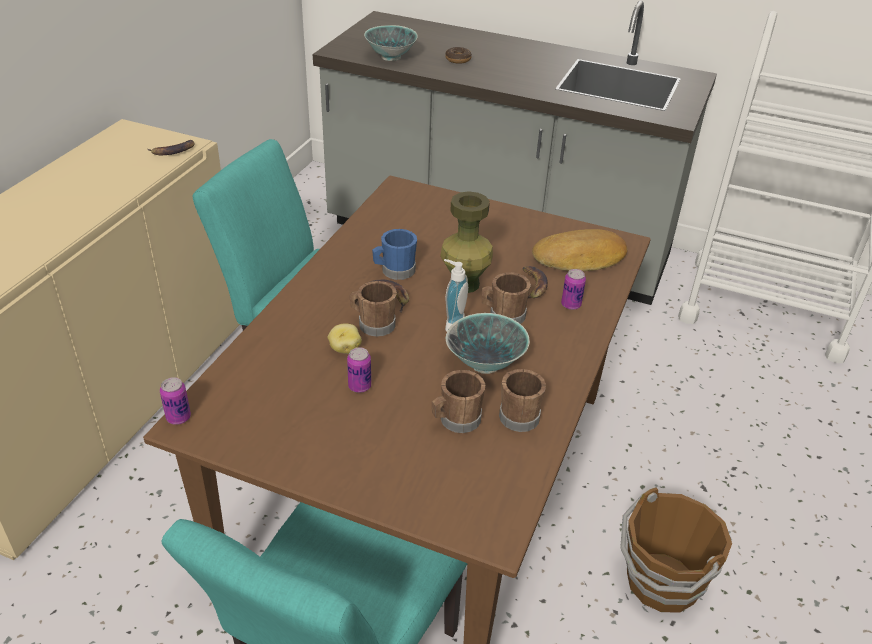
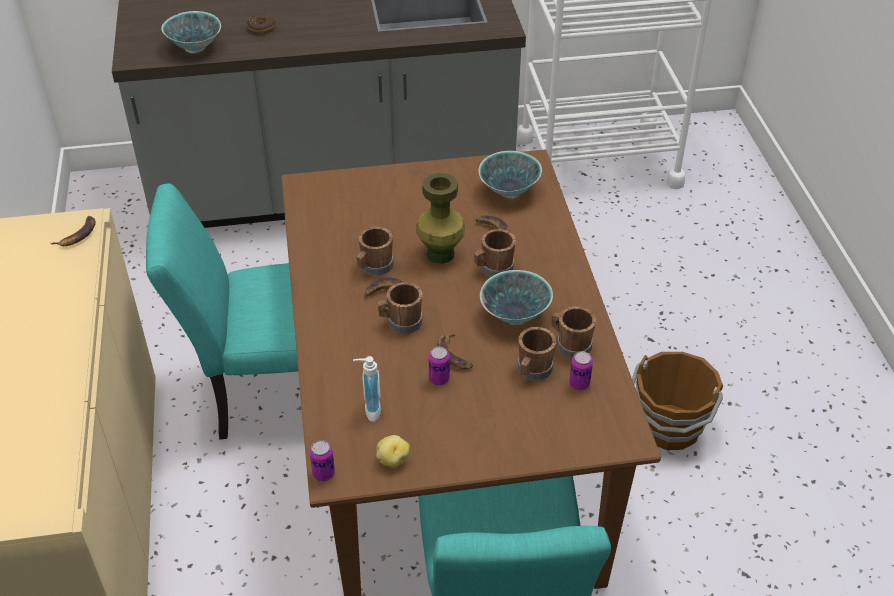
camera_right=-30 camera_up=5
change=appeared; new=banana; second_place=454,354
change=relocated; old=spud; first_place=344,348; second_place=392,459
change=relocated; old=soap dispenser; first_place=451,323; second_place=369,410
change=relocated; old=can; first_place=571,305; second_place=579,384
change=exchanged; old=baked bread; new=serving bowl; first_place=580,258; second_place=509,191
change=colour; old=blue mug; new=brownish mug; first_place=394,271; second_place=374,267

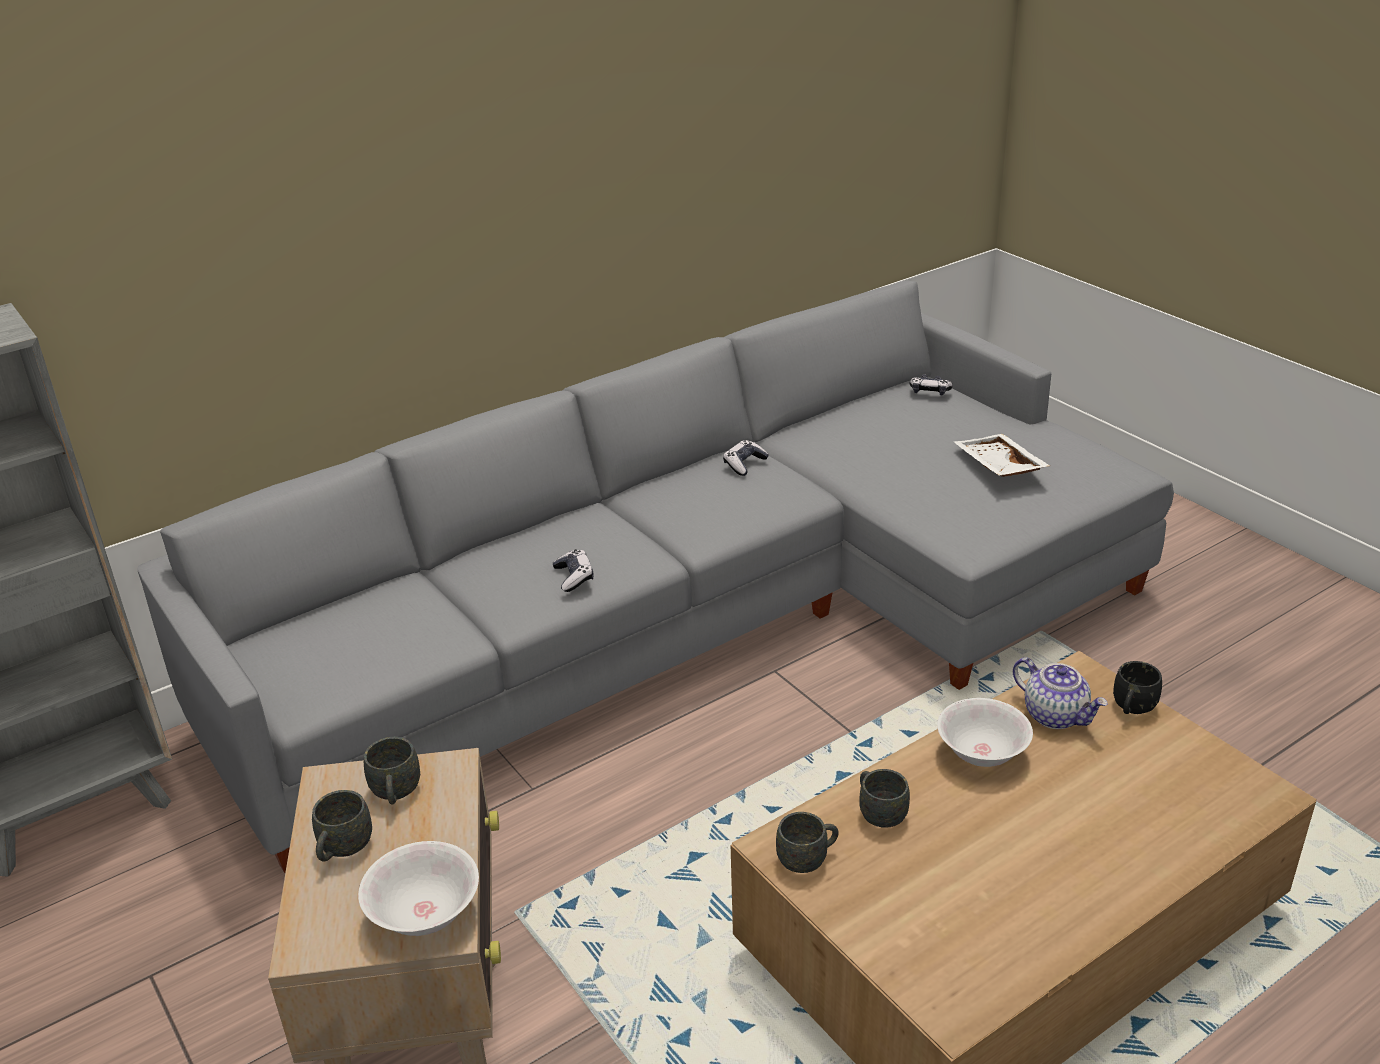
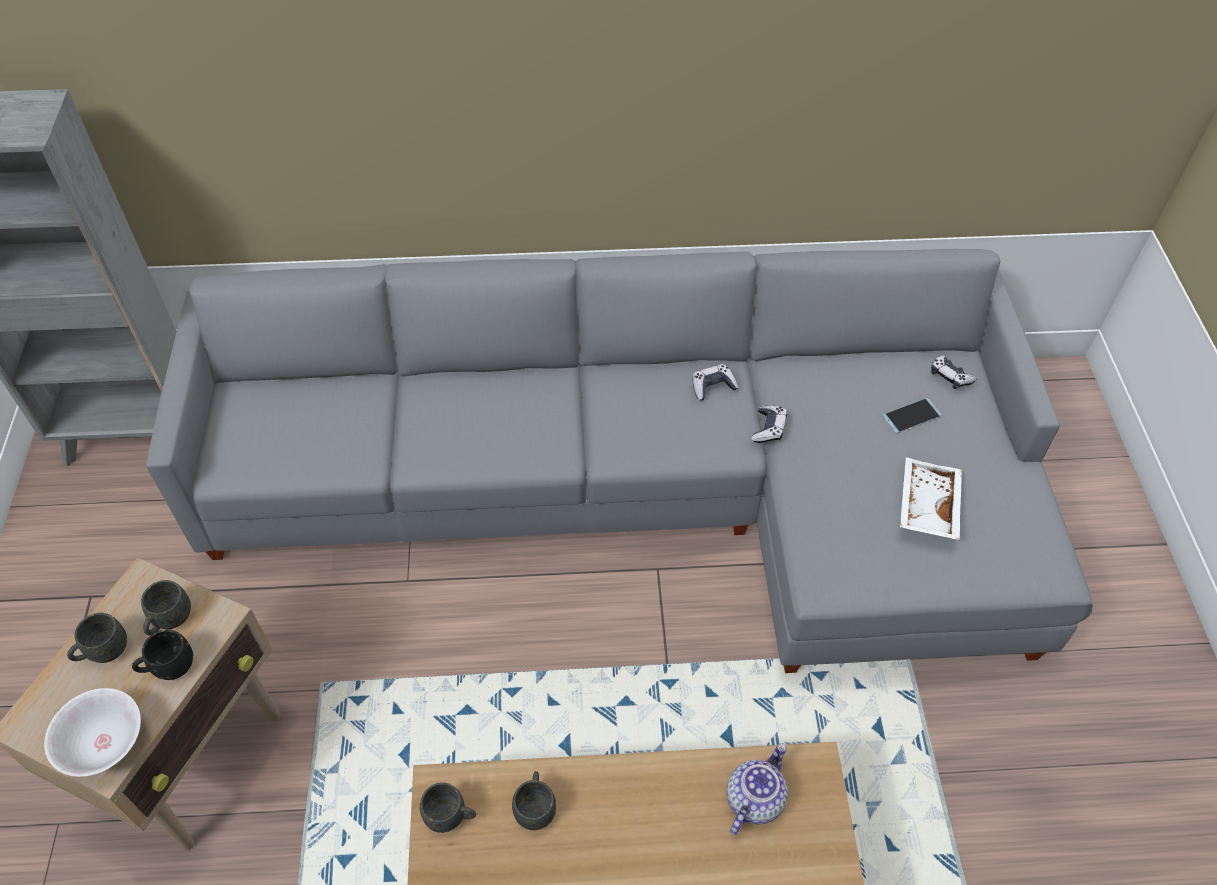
camera_right=30 camera_up=20
change=missing; old=whitish serving bowl; first_place=981,754
change=appeared; new=handset; second_place=911,416
change=relocated; old=gamepad; first_place=574,577; second_place=768,429
change=relocated; old=blackish mug; first_place=1132,709; second_place=168,667
change=spun; old=tea pot; first_place=1056,715; second_place=753,798; degrees=-135

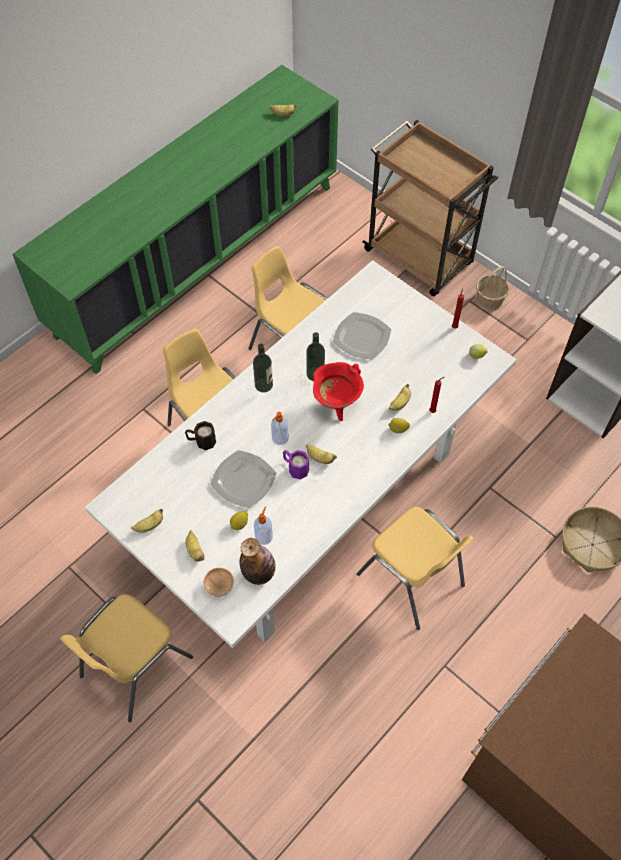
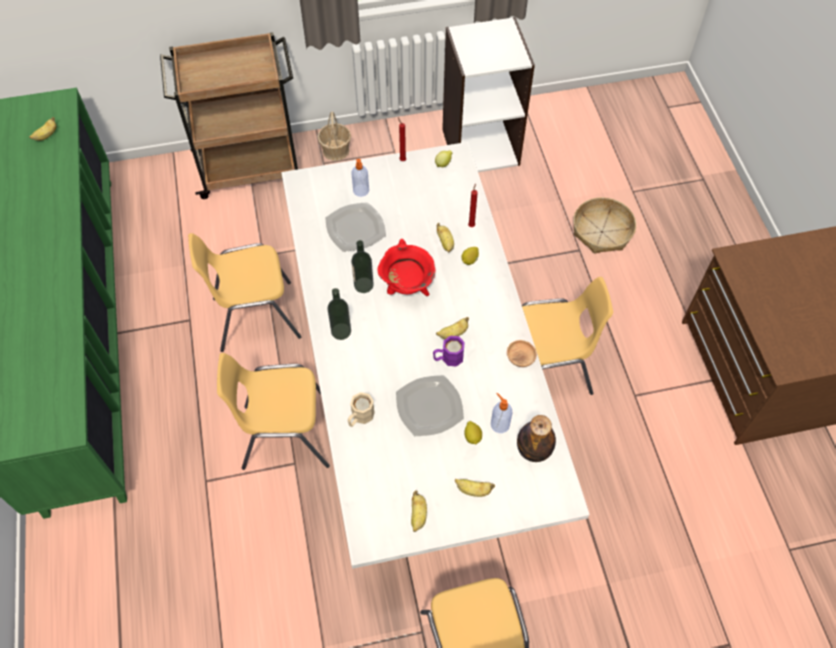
camera_right=-55 camera_up=0
change=relocated; old=brownish serving bowl; first_place=219,585; second_place=520,358
change=relocated; old=soap dispenser; first_place=279,438; second_place=361,191
change=colour; old=blackish mug; new=beige-coloured mug; first_place=201,441; second_place=360,417

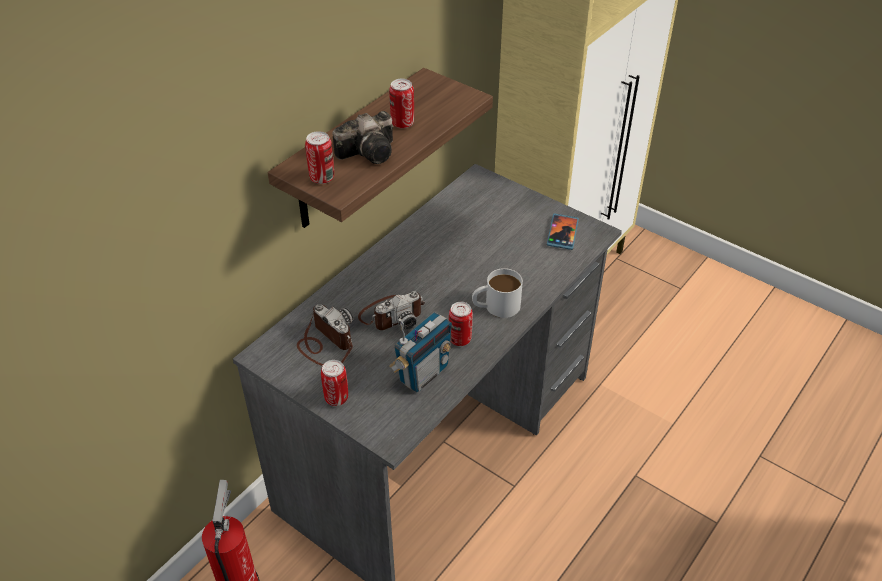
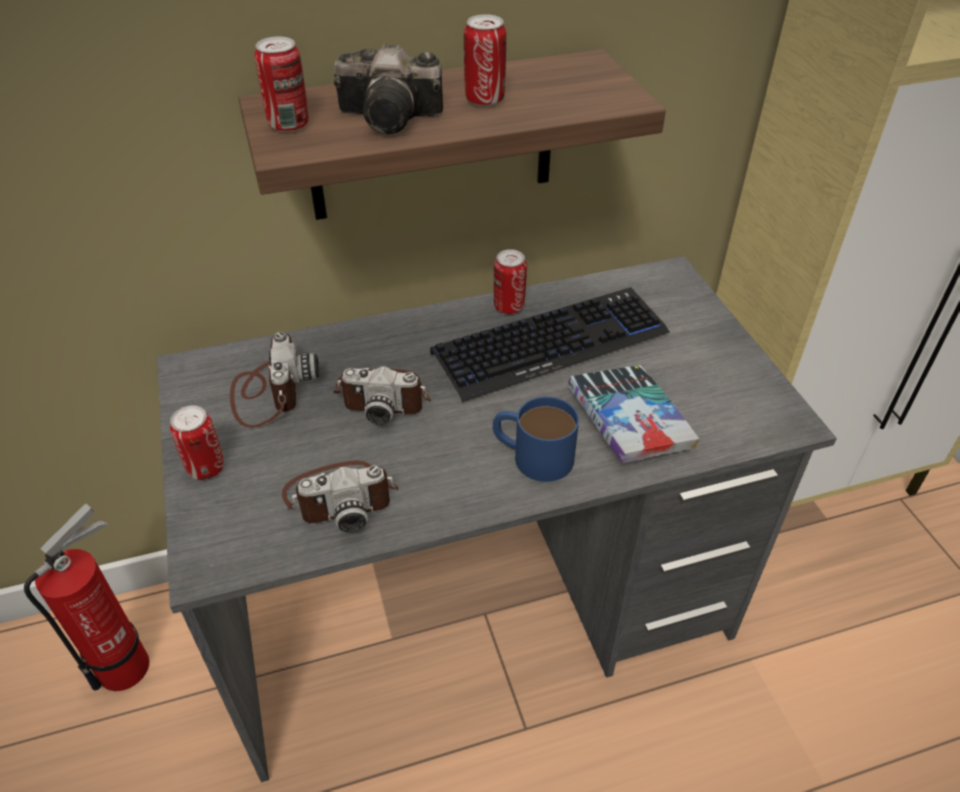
camera_right=35 camera_up=0
change=missing; old=handset; first_place=562,233
change=appeared; new=computer keyboard; second_place=550,344
change=appeared; new=bound book; second_place=629,421
change=relocated; old=can; first_place=460,339; second_place=509,307
change=exchanged; old=radio receiver; new=photo camera; first_place=423,373; second_place=341,497
change=colour; old=whitish mug; new=blue mug; first_place=495,306; second_place=532,455

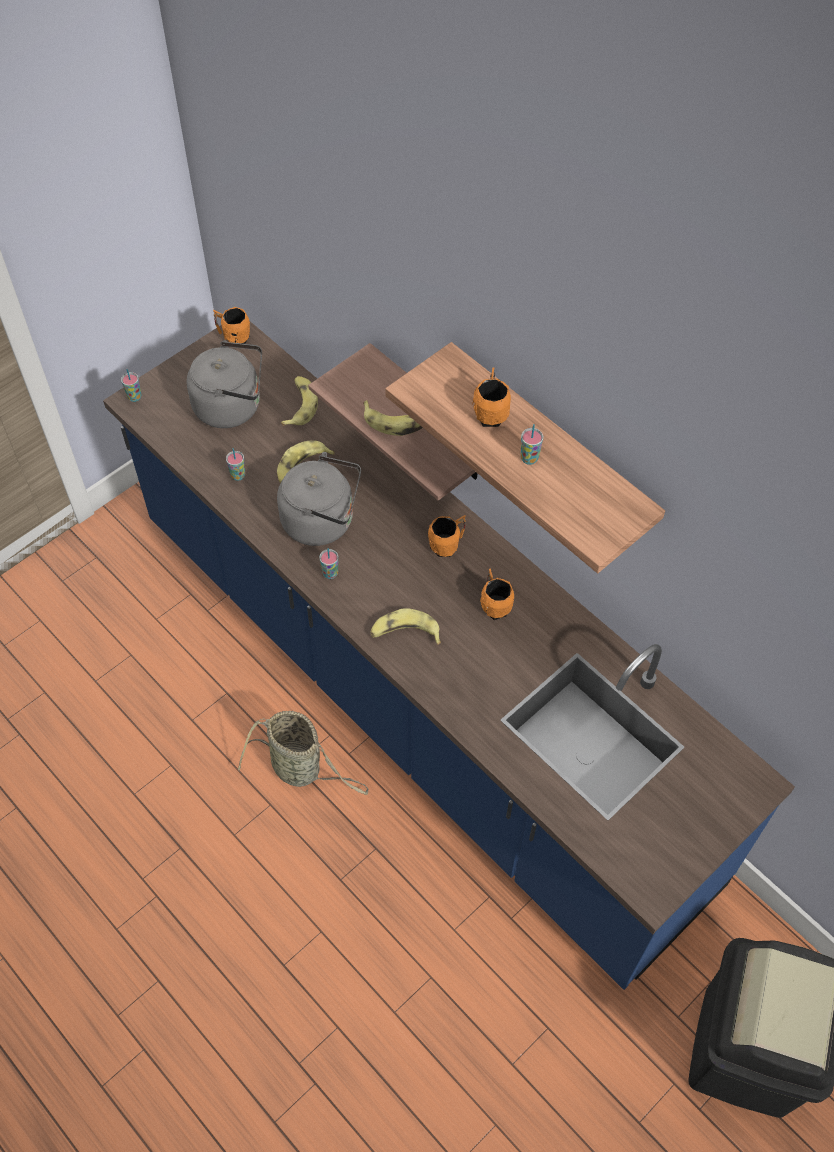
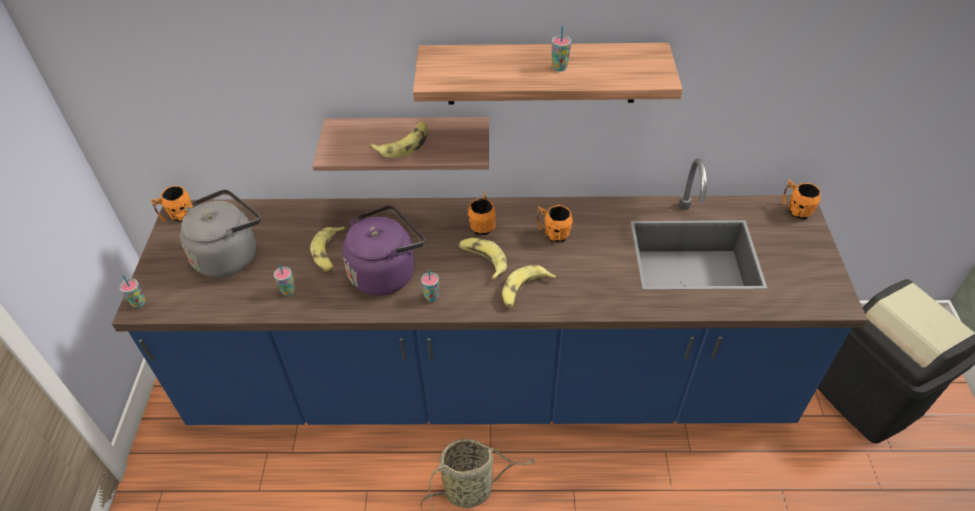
camera_right=-45 camera_up=-10
change=relocated; old=banana; first_place=300,405; second_place=483,260
change=relocated; old=orange-coloured mug; first_place=490,412; second_place=795,210
change=colour; old=greyish tea kettle; new=purple tea kettle; first_place=323,521; second_place=386,272

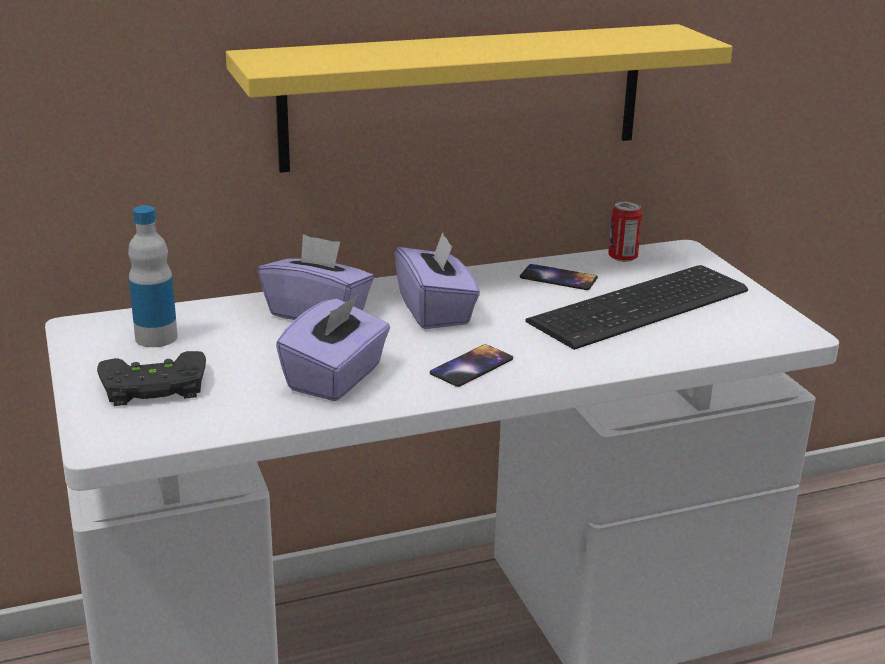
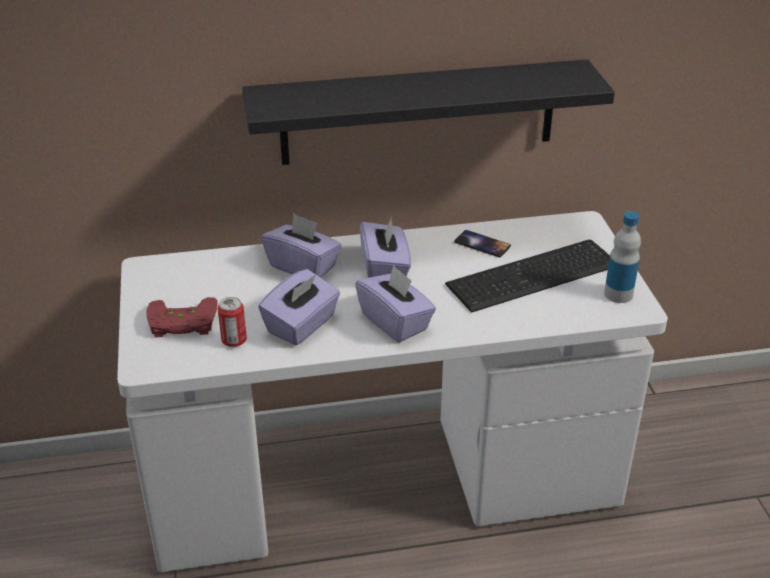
camera_right=10 camera_up=10
change=relocated; old=beverage bottle; first_place=156,337; second_place=618,294
change=relocated; old=can; first_place=622,258; second_place=234,341
change=exchanged; old=handset; new=purple box of tissues; first_place=471,366; second_place=395,322
change=colour; old=blackish gamepad; new=red gamepad; first_place=153,388; second_place=182,324
change=colour; old=yellow shelf; new=blackish shelf; first_place=464,96; second_place=418,112

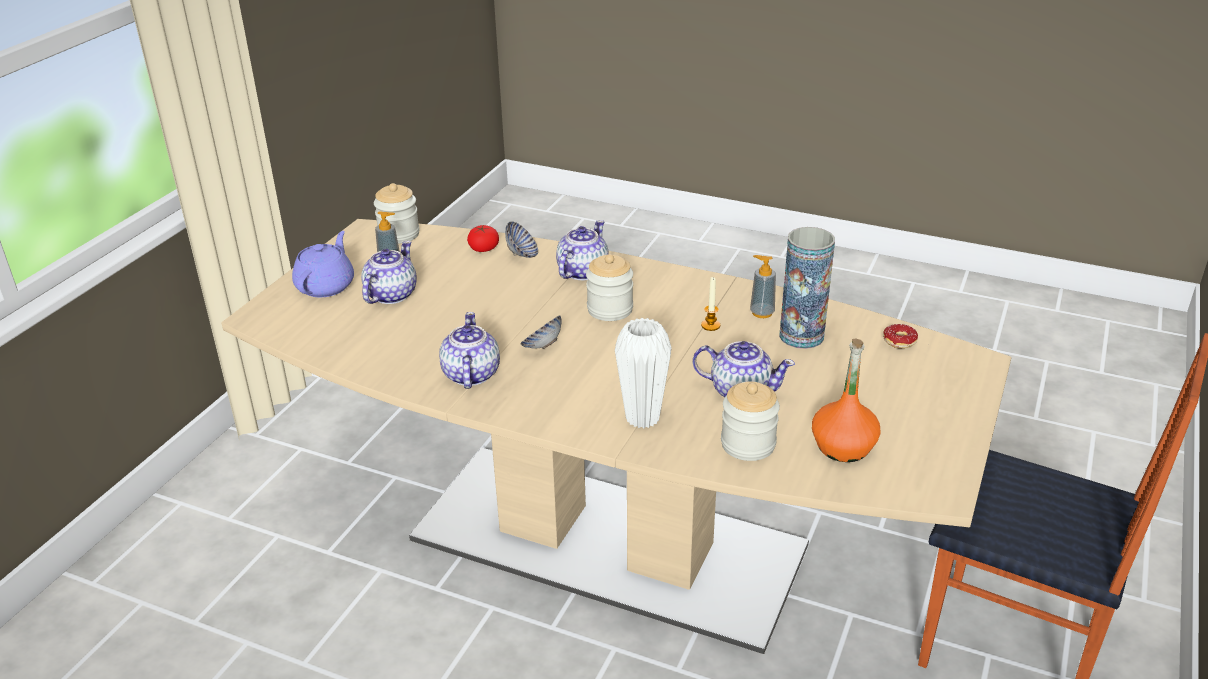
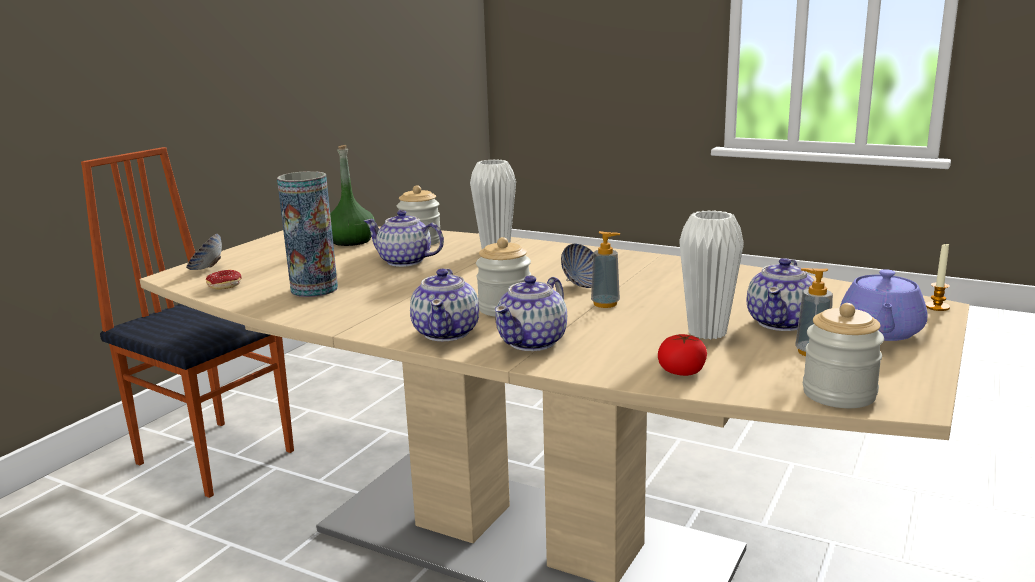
camera_right=-175 camera_up=-15
change=appeared; new=whitish flower vase; second_place=707,332
change=relocated; old=tea pot; first_place=470,375; second_place=447,332
change=relocated; old=serving bowl; first_place=522,254; second_place=206,268
change=relocated; old=wax candle; first_place=710,325; second_place=937,307
change=relocated; old=soap dispenser; first_place=762,313; second_place=605,304
change=colour; old=orange-coloured beverage bottle; new=green beverage bottle; first_place=843,446; second_place=351,241

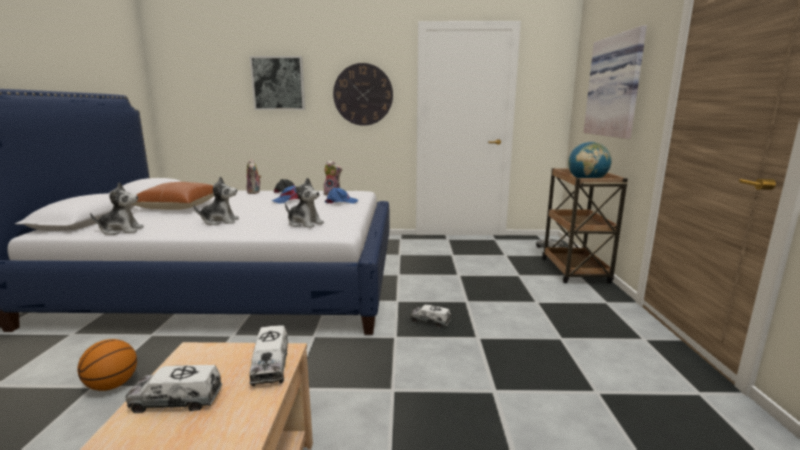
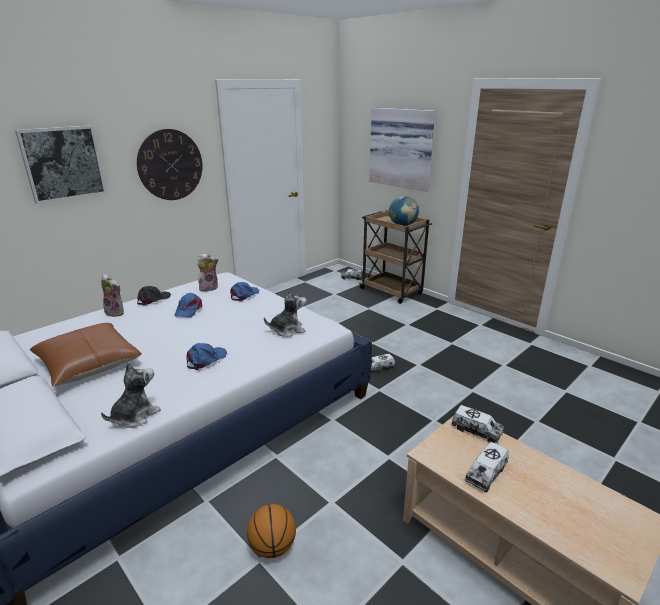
camera_right=-45 camera_up=10
change=exchanged; old=cuddly toy; new=blue cap; first_place=220,221; second_place=206,359

